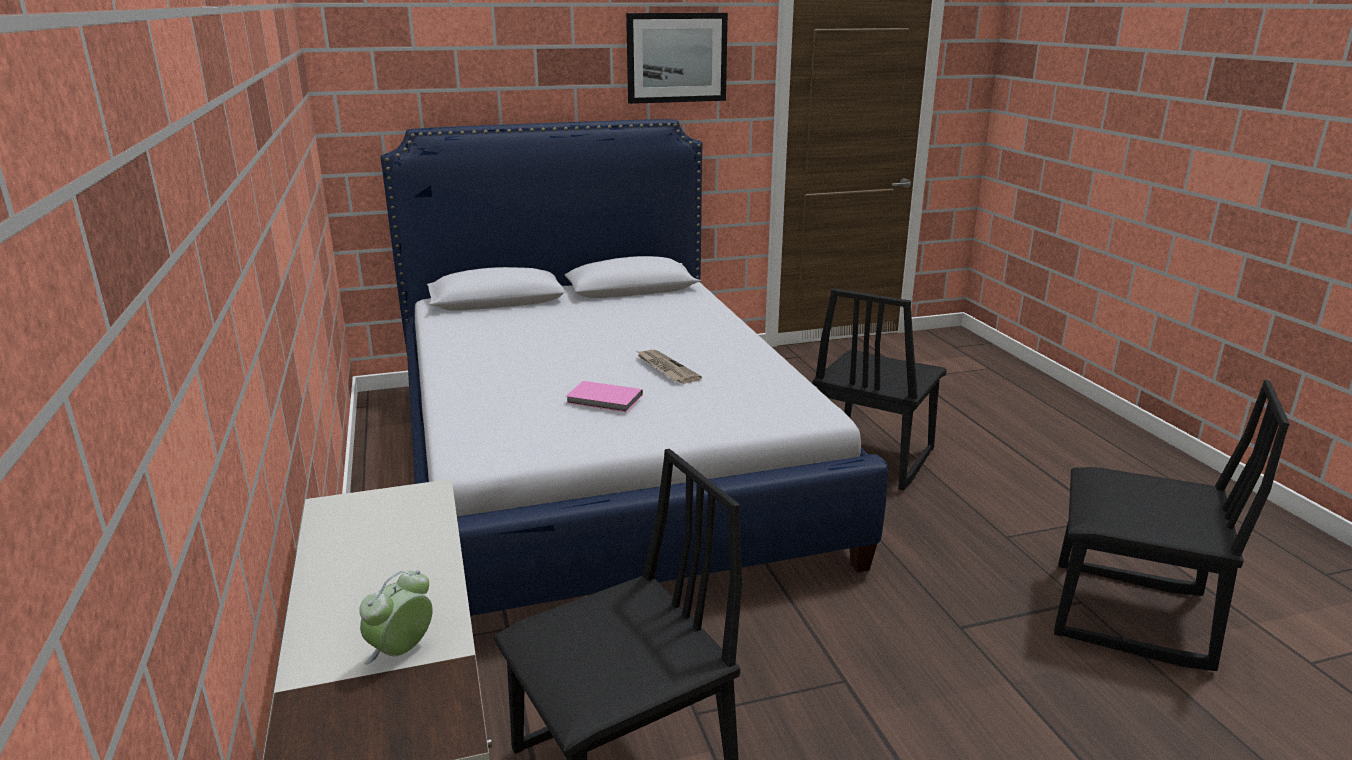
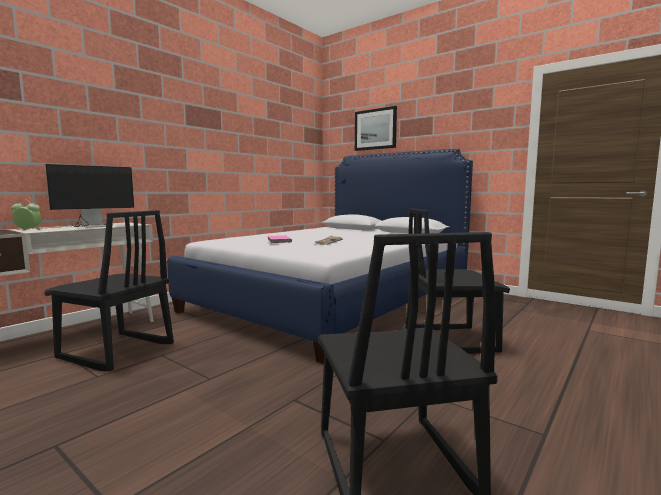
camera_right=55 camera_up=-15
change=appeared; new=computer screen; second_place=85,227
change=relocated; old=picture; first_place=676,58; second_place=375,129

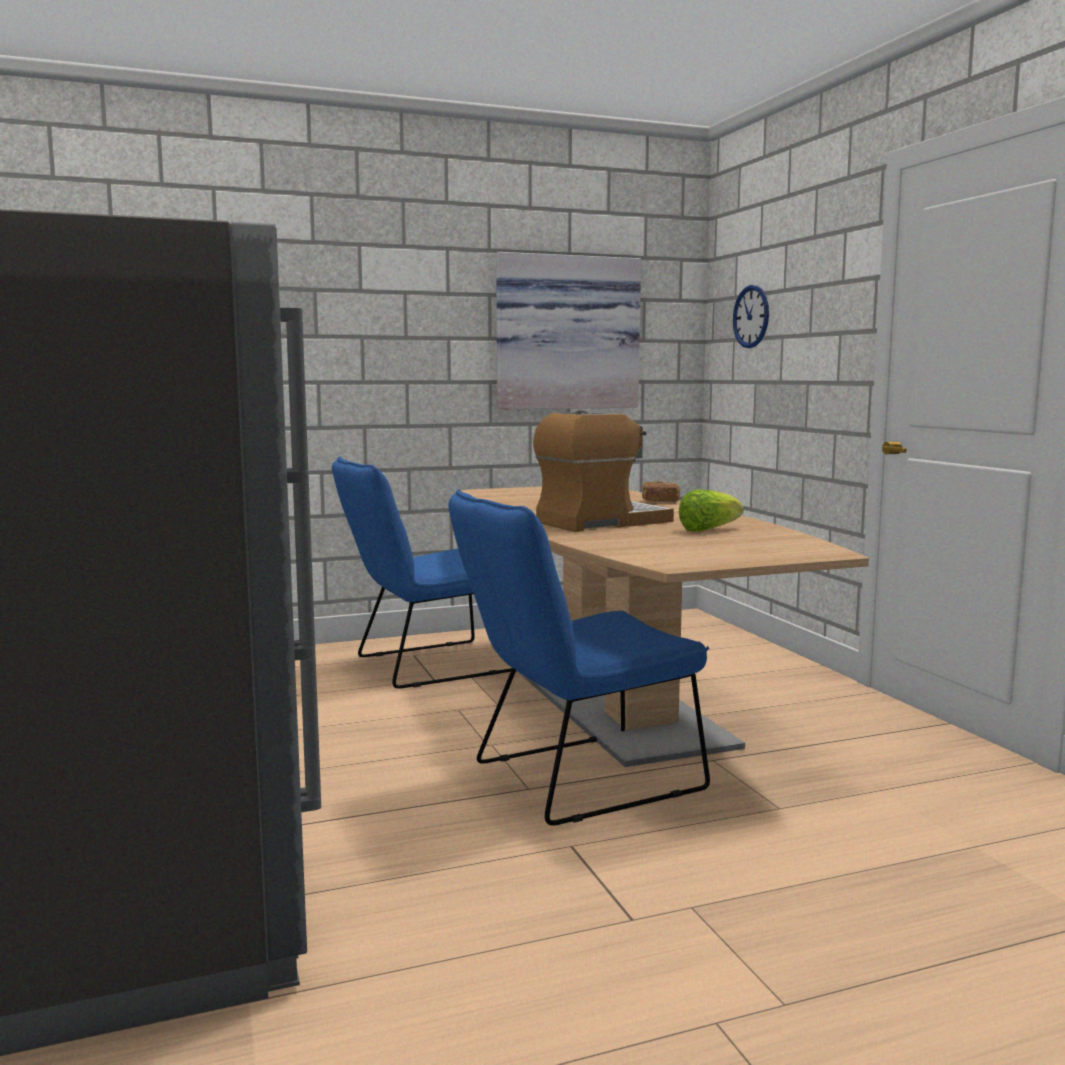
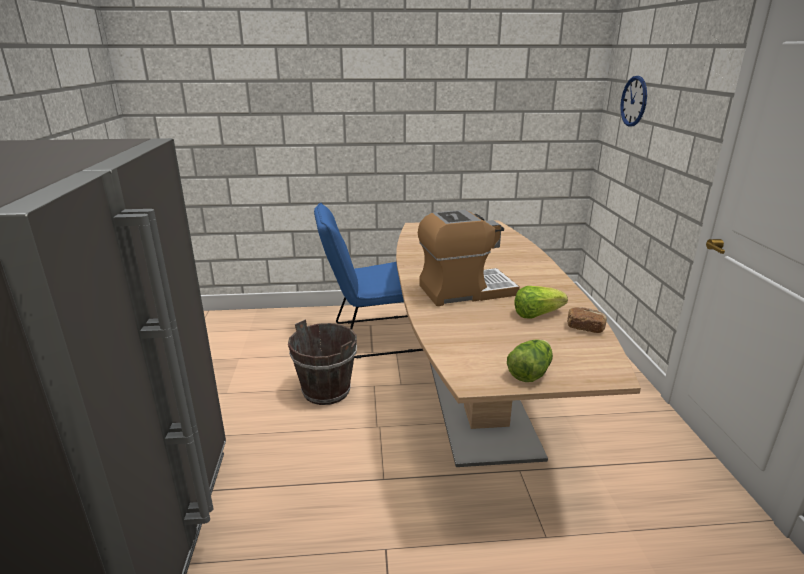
camera_right=15 camera_up=15
change=missing; old=blue chair; first_place=574,779
change=missing; old=picture; first_place=566,333
change=appeared; new=brownish water bucket; second_place=326,391
change=appeared; new=head of lettuce; second_place=529,372
change=relocated; old=baked bread; first_place=660,501; second_place=585,328

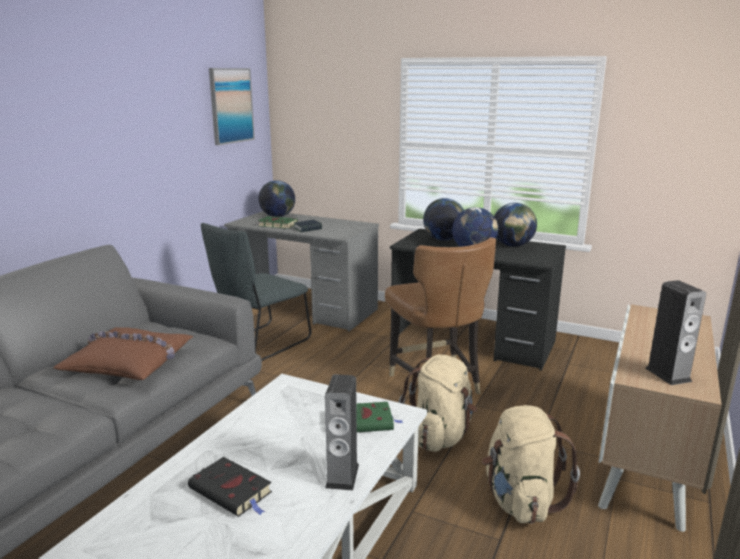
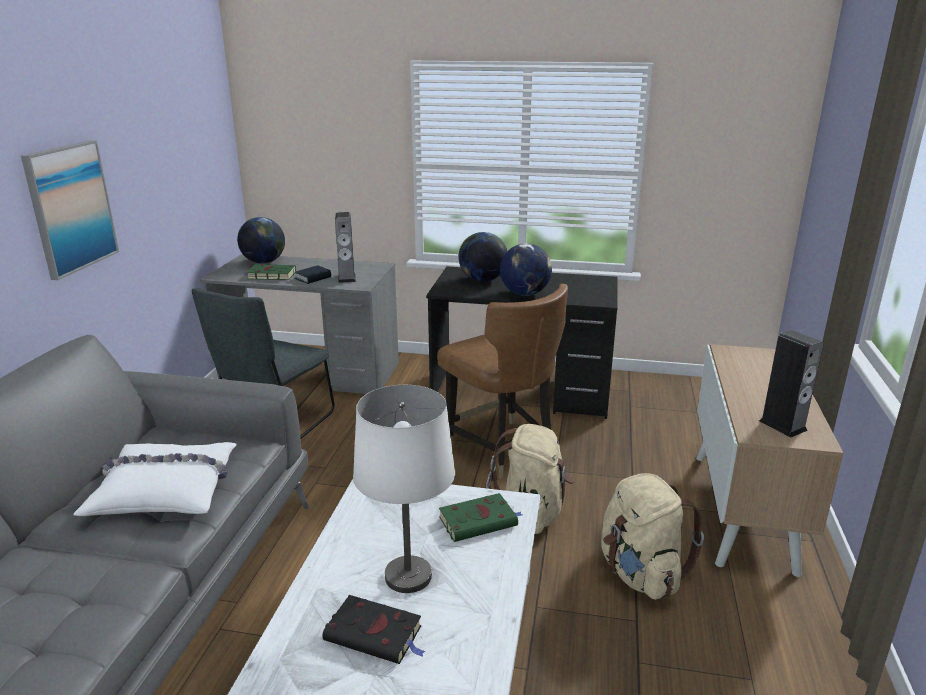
camera_right=-15 camera_up=5
change=missing; old=desk globe; first_place=512,245
change=appeared; new=whitish table lamp; second_place=409,576
change=relocated; old=picture; first_place=231,105; second_place=71,208
change=relocated; old=loudspeaker; first_place=342,476; second_place=347,278
change=colour; old=brownish cushion; new=whitish cushion; first_place=130,363; second_place=166,490

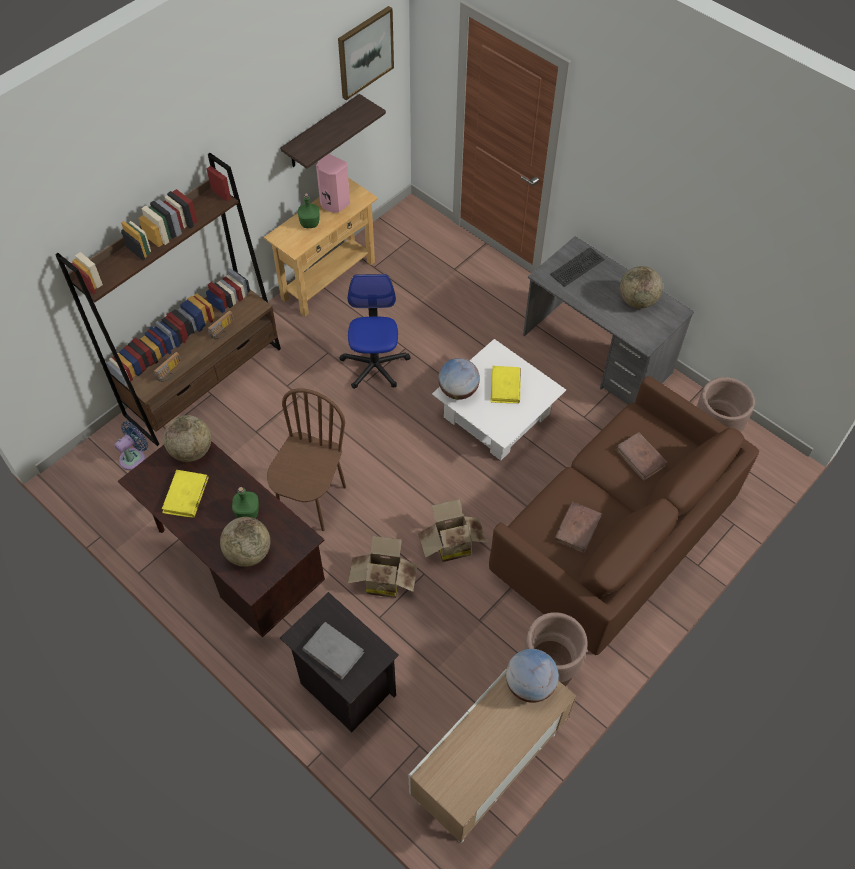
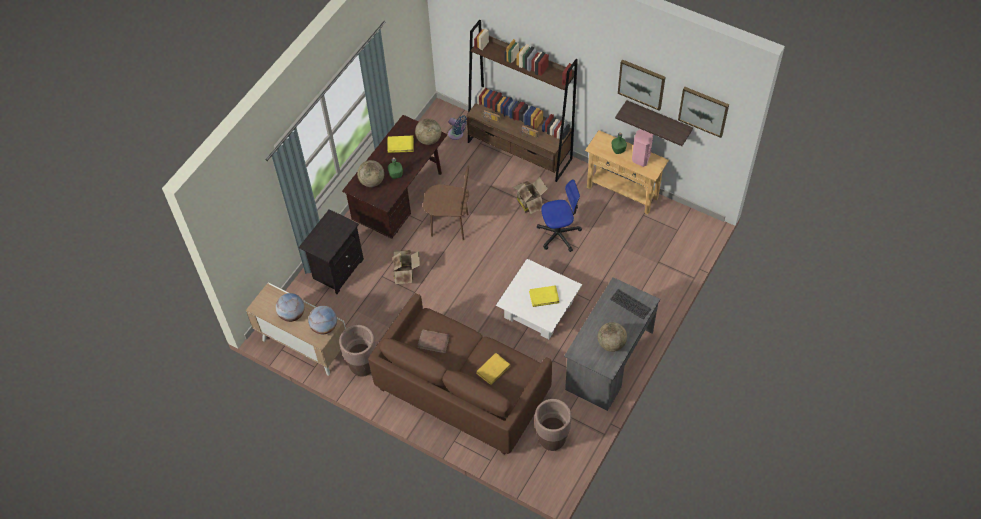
camera_right=80 camera_up=0
change=missing; old=greyish bound book; first_place=333,651
change=appeared; new=picture; second_place=641,84
change=relocated; old=packing box; first_place=450,544; second_place=530,203
change=relocated; old=desk globe; first_place=458,390; second_place=292,314
change=colour; old=brownish bound book; new=yellow bound book; first_place=641,458; second_place=493,370

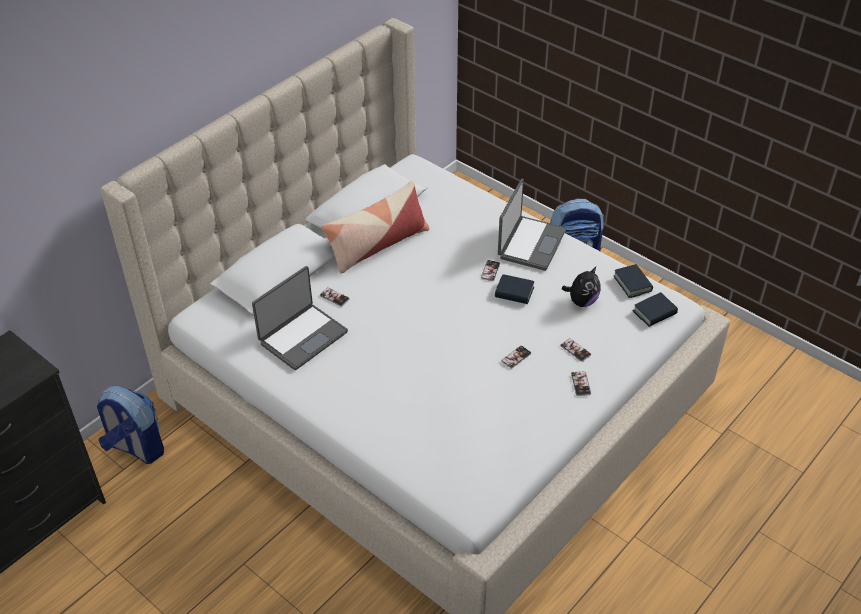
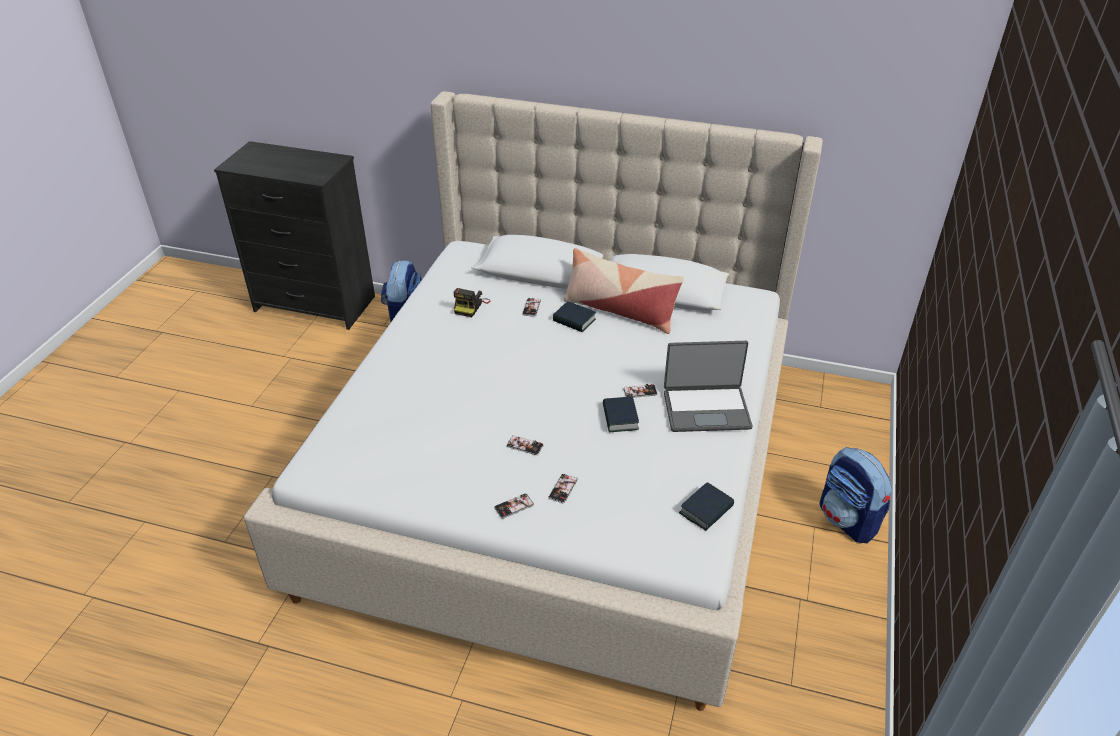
camera_right=65 camera_up=-5
change=missing; old=cuddly toy; first_place=582,301
change=relocated; old=bound book; first_place=654,313; second_place=574,320
change=exchanged; old=laptop; new=photo camera; first_place=302,337; second_place=470,306

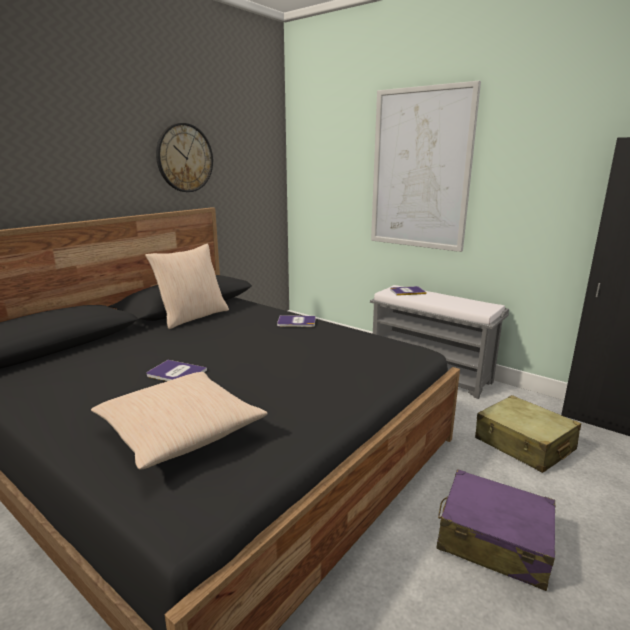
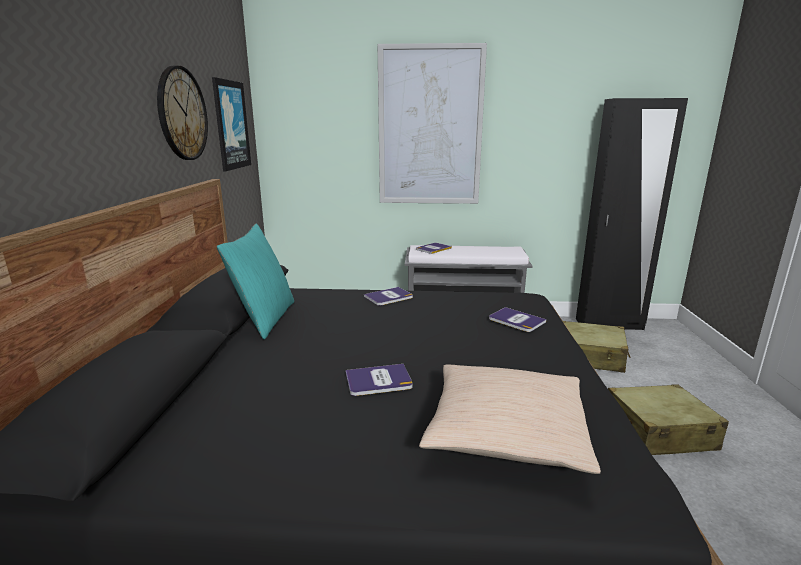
camera_right=-35 camera_up=0
change=appeared; new=picture; second_place=231,125
change=appeared; new=bound book; second_place=516,320
change=colour; old=beige-coloured cushion; new=turquoise cushion; first_place=193,316; second_place=265,319
change=colour; old=purple suitcase; new=beige-coloured suitcase; first_place=493,540; second_place=657,433

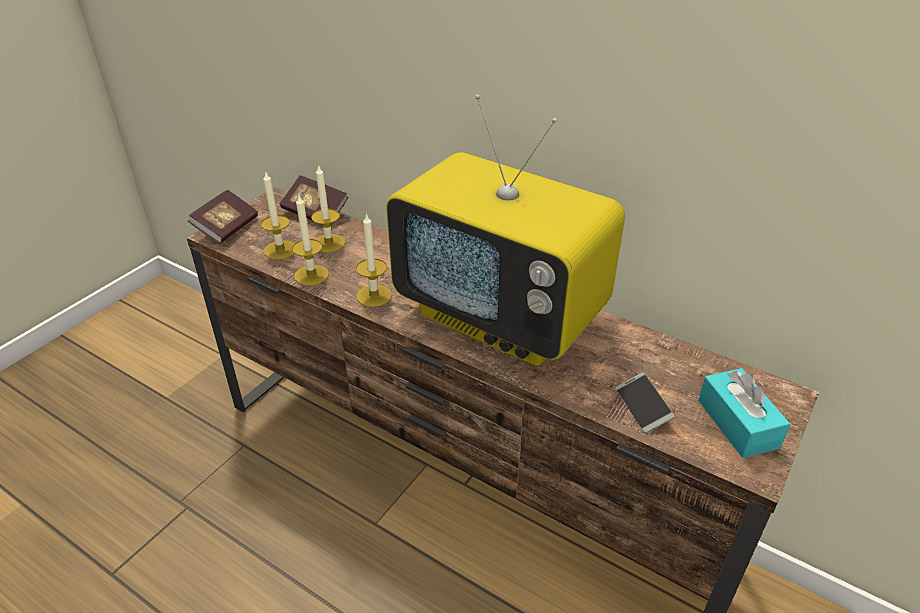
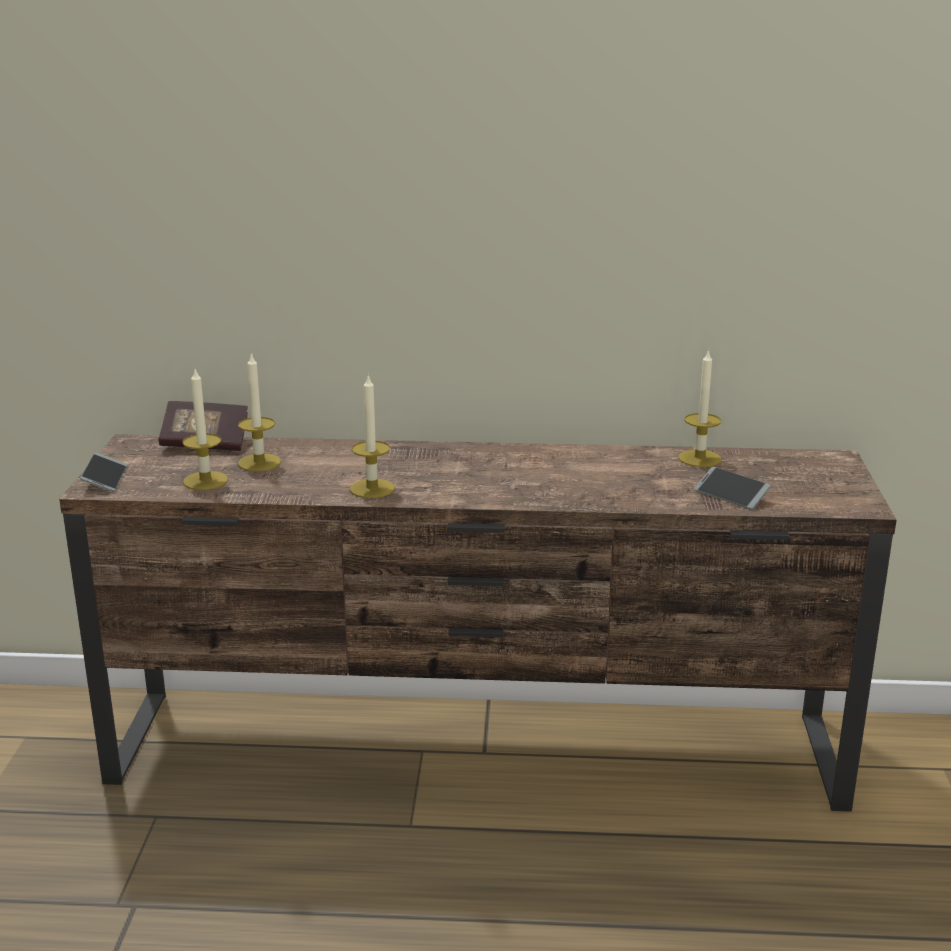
camera_right=-30 camera_up=-15
change=missing; old=TV set; first_place=503,317
change=missing; old=turquoise box of tissues; first_place=737,423
change=relocated; old=wax candle; first_place=311,275; second_place=699,458
change=exchanged; old=bound book; new=handset; first_place=226,228; second_place=105,479

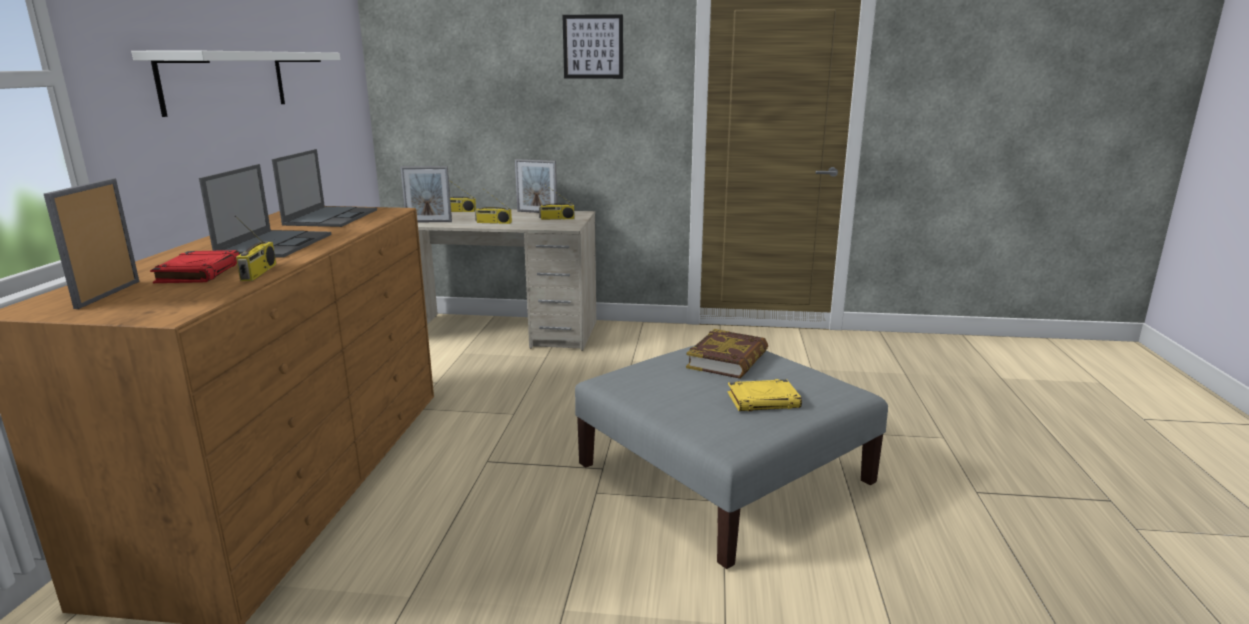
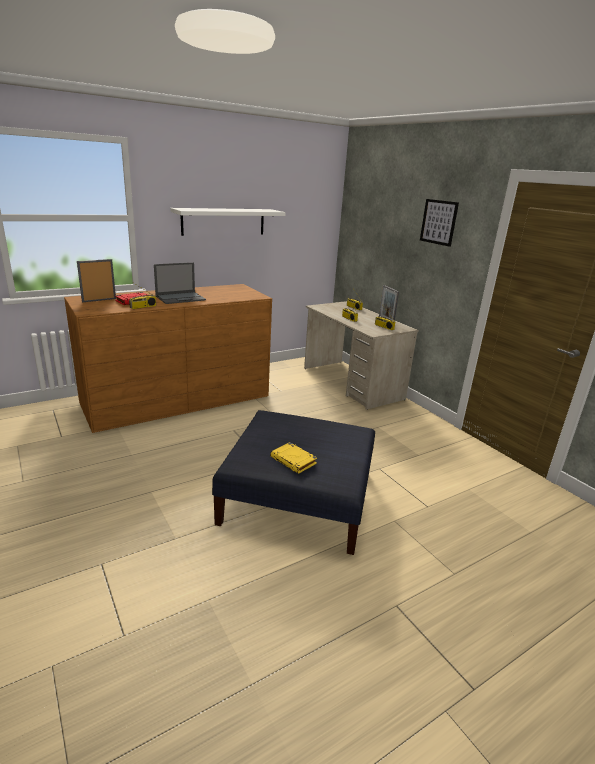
camera_right=50 camera_up=5
change=missing; old=laptop; first_place=331,217
change=missing; old=picture frame; first_place=429,222
change=missing; old=bound book; first_place=728,360
change=colour; old=greyish ottoman; new=blue ottoman; first_place=724,475; second_place=297,497

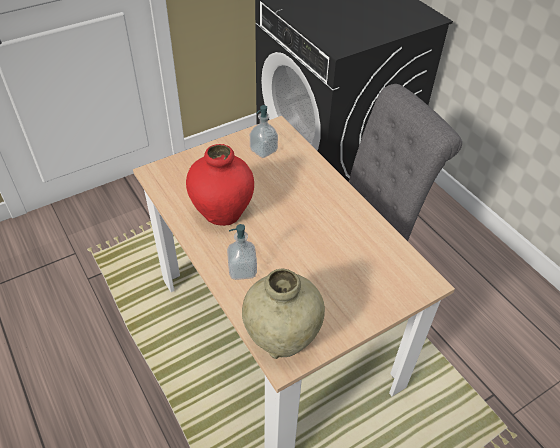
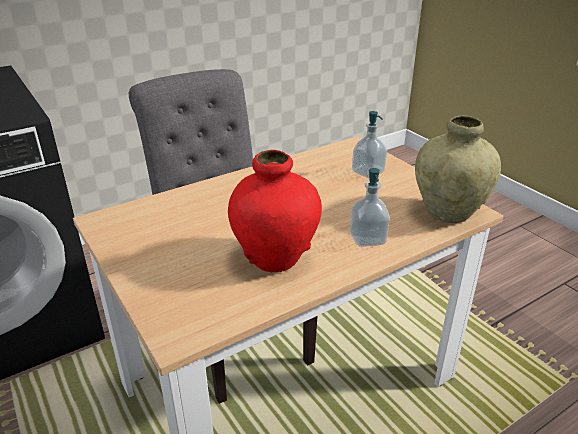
camera_right=-90 camera_up=-15
change=relocated; old=soap dispenser; first_place=263,150; second_place=368,172

